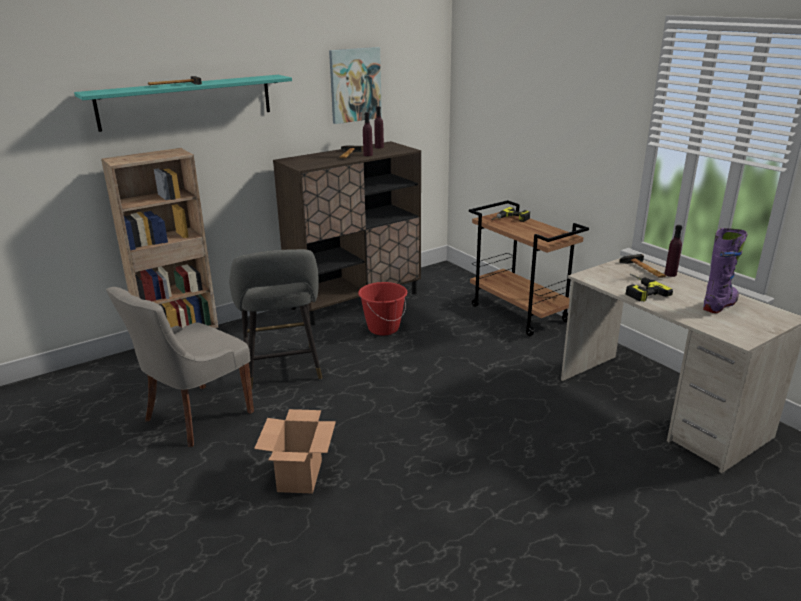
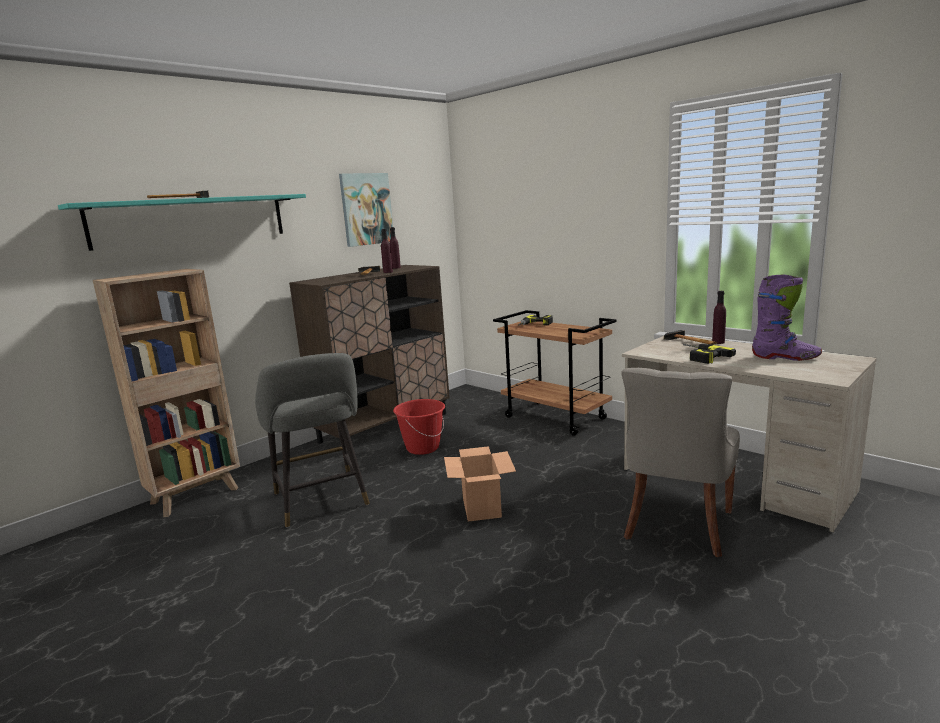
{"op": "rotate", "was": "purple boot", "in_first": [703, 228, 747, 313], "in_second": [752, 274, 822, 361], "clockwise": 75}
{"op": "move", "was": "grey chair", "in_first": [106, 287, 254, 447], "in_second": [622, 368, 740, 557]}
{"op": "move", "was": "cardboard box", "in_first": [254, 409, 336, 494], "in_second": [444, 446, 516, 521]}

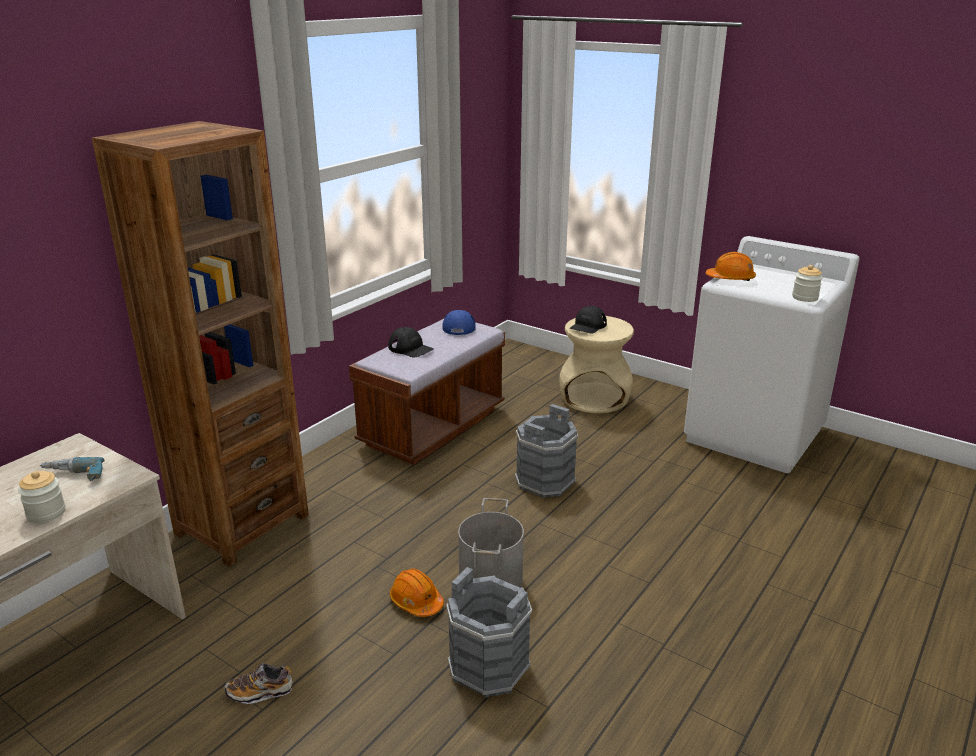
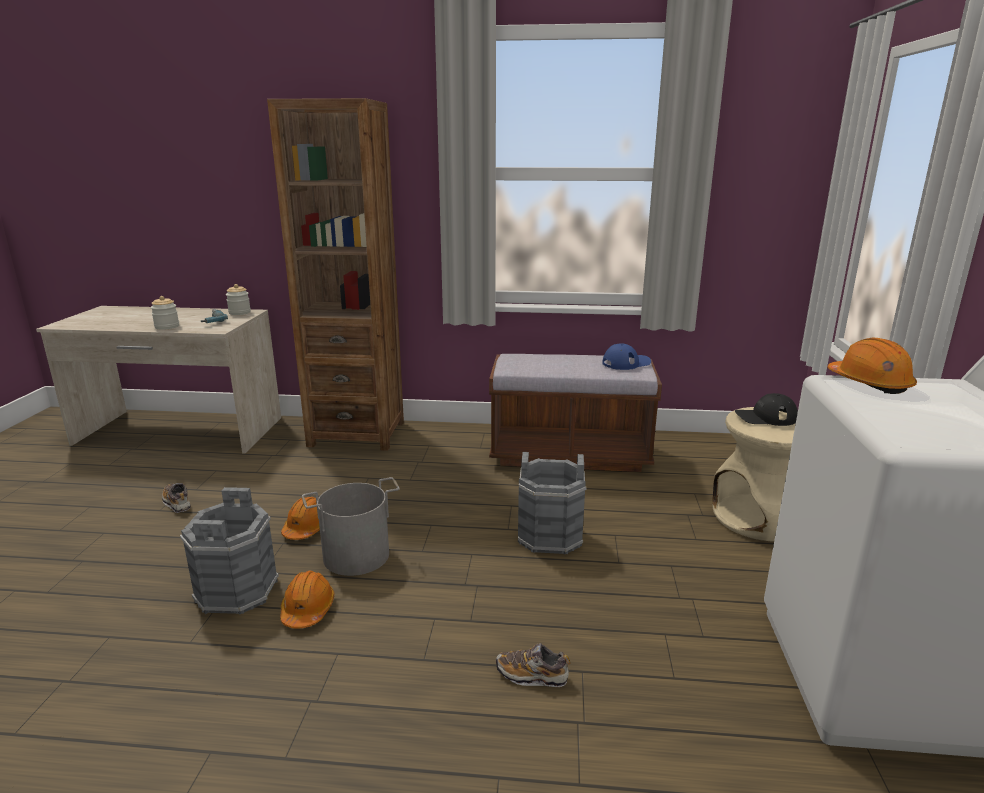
{"op": "move", "was": "jar", "in_first": [792, 265, 823, 302], "in_second": [226, 284, 251, 315]}
{"op": "delete", "was": "black cap", "in_first": [388, 327, 434, 357]}
{"op": "insert", "now": "orange hard hat", "in_second": [280, 571, 334, 628]}
{"op": "insert", "now": "shoe", "in_second": [496, 643, 571, 687]}

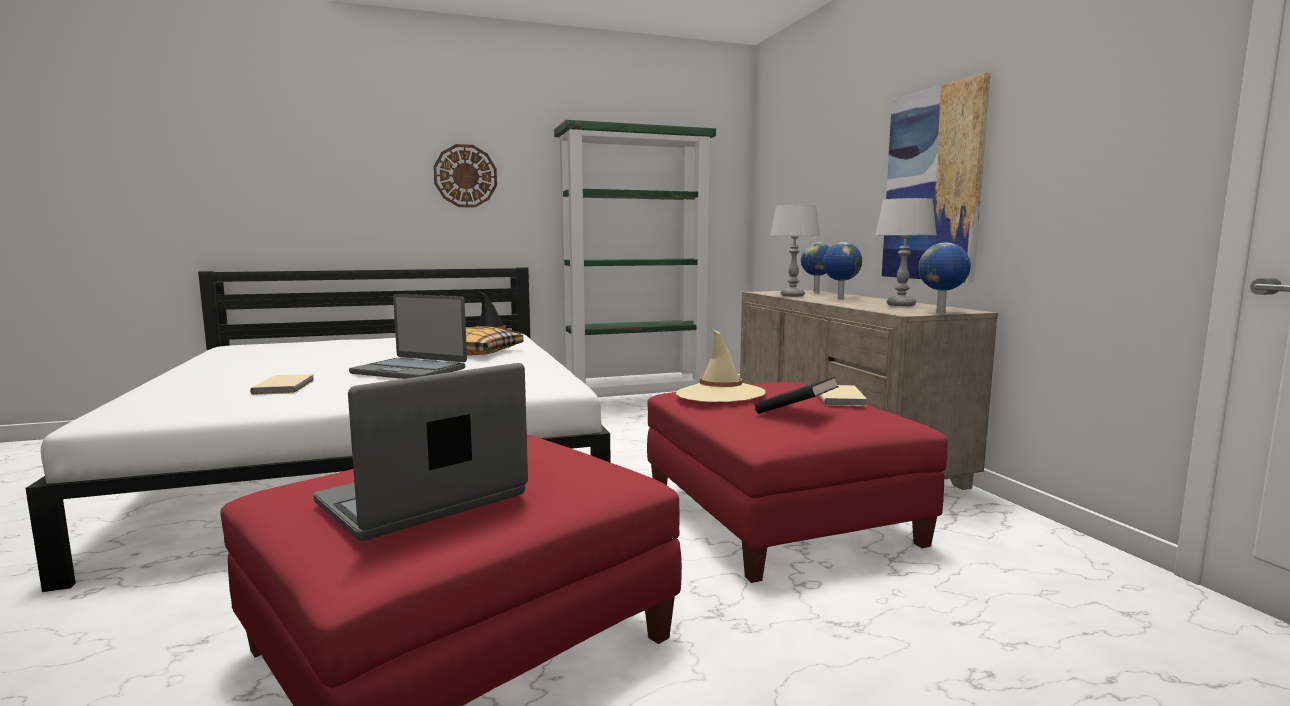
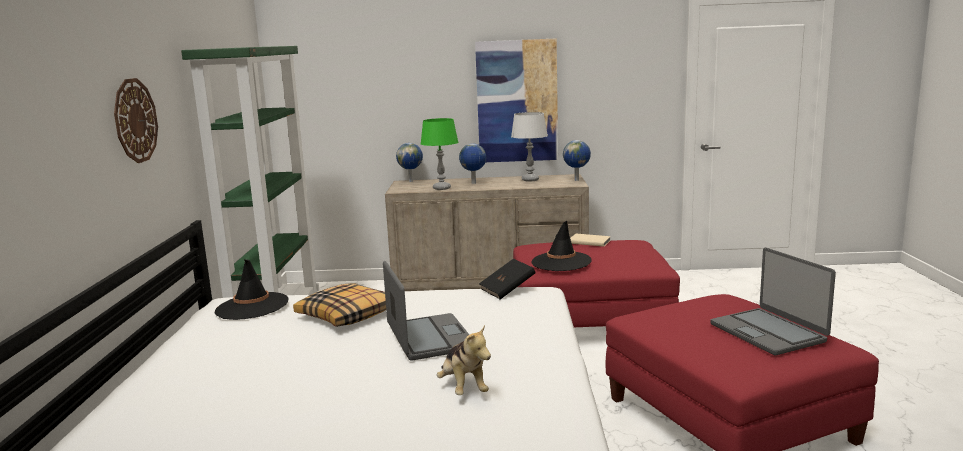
{"op": "recolor", "was": "grey table lamp", "now": "green table lamp", "in_first": [770, 205, 820, 297], "in_second": [421, 118, 458, 190]}
{"op": "rotate", "was": "laptop", "in_first": [349, 294, 467, 379], "in_second": [383, 261, 469, 361], "clockwise": -60}
{"op": "recolor", "was": "beige hat", "now": "black hat", "in_first": [676, 329, 765, 402], "in_second": [531, 221, 592, 271]}
{"op": "replace", "was": "beige book", "now": "plush toy", "in_first": [250, 374, 315, 395], "in_second": [437, 325, 491, 395]}
{"op": "move", "was": "black book", "in_first": [755, 377, 839, 414], "in_second": [479, 259, 536, 300]}

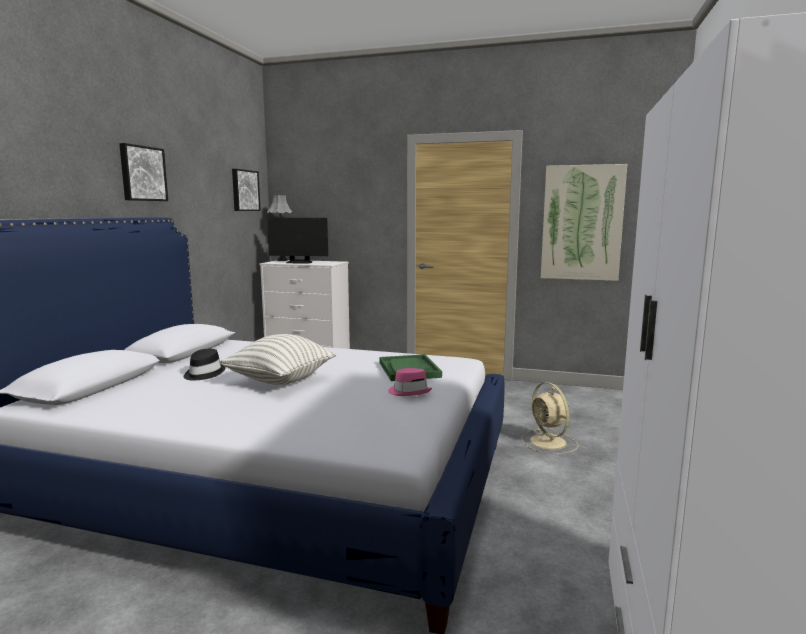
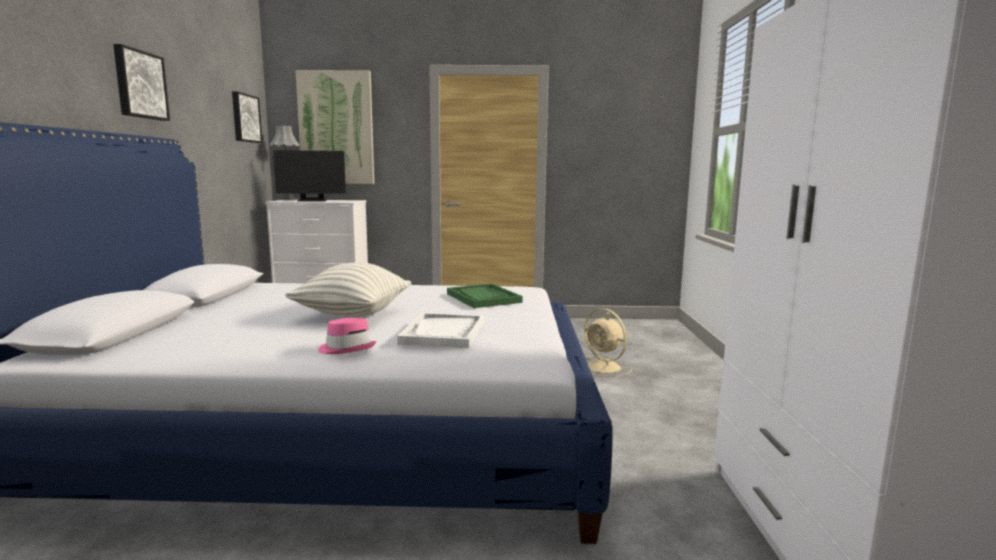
{"op": "move", "was": "picture", "in_first": [541, 164, 627, 281], "in_second": [295, 70, 374, 184]}
{"op": "delete", "was": "black hat", "in_first": [184, 349, 226, 380]}
{"op": "move", "was": "pink hat", "in_first": [388, 368, 432, 396], "in_second": [318, 318, 377, 354]}
{"op": "insert", "now": "white tray", "in_second": [397, 313, 484, 348]}

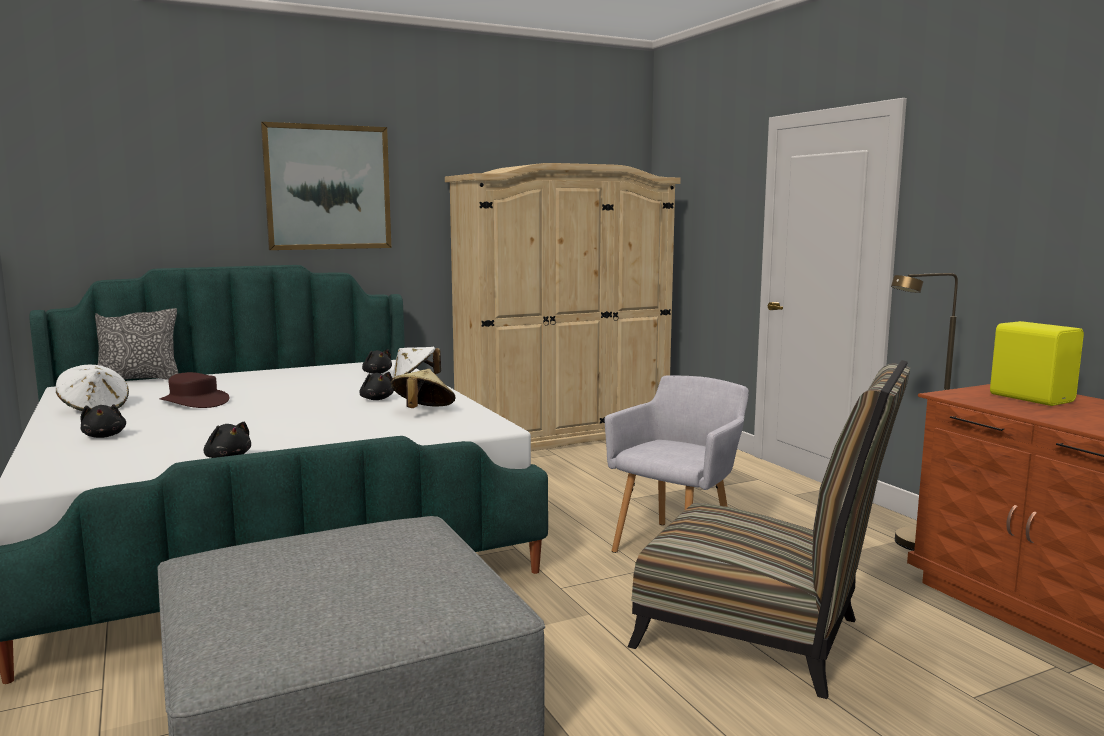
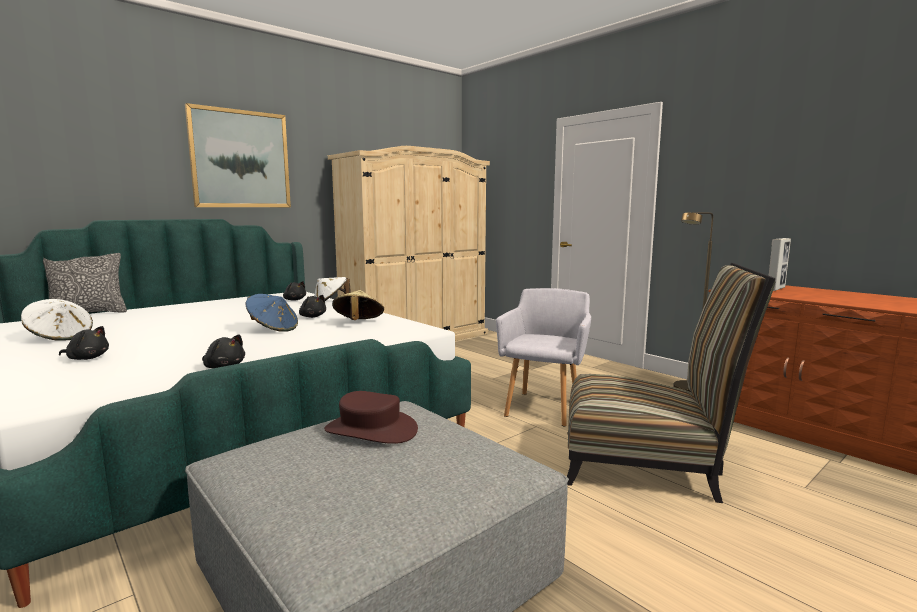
{"op": "replace", "was": "yellow speaker", "now": "picture frame", "in_first": [990, 321, 1084, 406], "in_second": [769, 238, 791, 291]}
{"op": "move", "was": "brown hat", "in_first": [160, 372, 229, 408], "in_second": [324, 391, 418, 444]}
{"op": "rotate", "was": "black plush toy", "in_first": [80, 404, 126, 438], "in_second": [59, 326, 109, 360], "clockwise": -45}
{"op": "insert", "now": "blue hat", "in_second": [245, 294, 298, 332]}

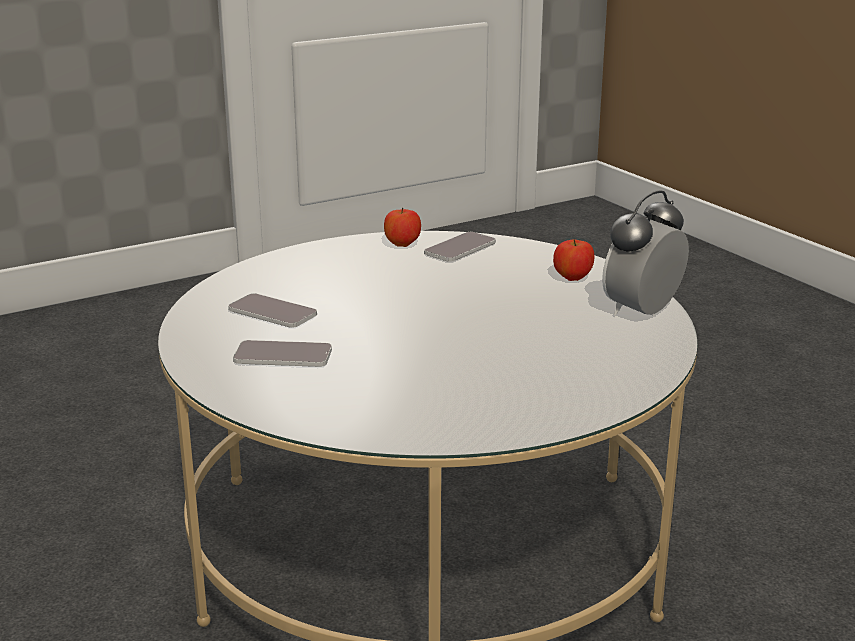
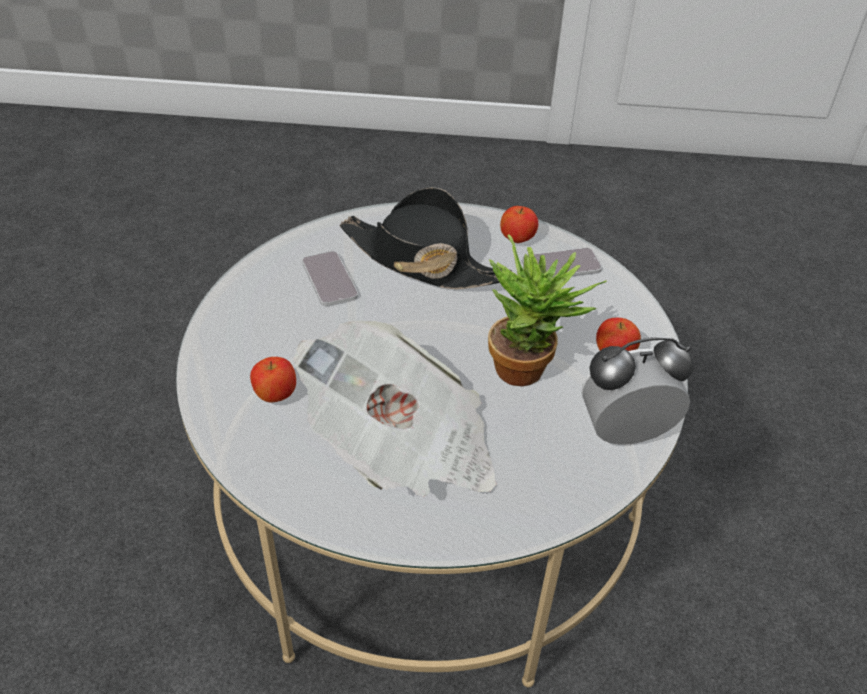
{"op": "delete", "was": "phone", "in_first": [233, 340, 332, 367]}
{"op": "insert", "now": "black hat", "in_second": [339, 187, 512, 289]}
{"op": "insert", "now": "potted plant", "in_second": [488, 234, 607, 386]}
{"op": "insert", "now": "newspaper", "in_second": [294, 321, 497, 497]}
{"op": "insert", "now": "apple", "in_second": [250, 357, 296, 402]}

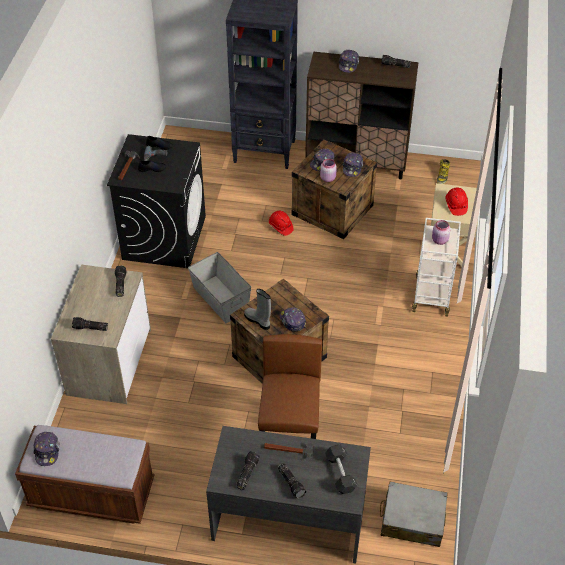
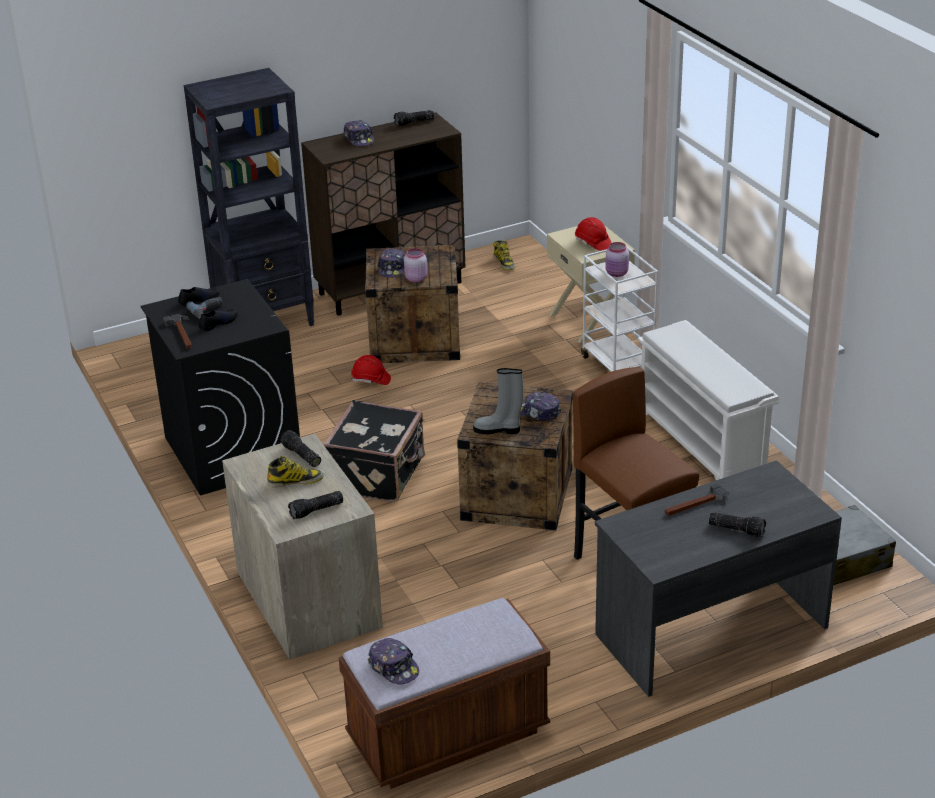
{"op": "delete", "was": "cap", "in_first": [343, 153, 363, 177]}
{"op": "replace", "was": "grey storage box", "now": "black suitcase", "in_first": [188, 252, 251, 323], "in_second": [323, 400, 425, 502]}
{"op": "delete", "was": "black dumbbell", "in_first": [325, 445, 358, 494]}
{"op": "delete", "was": "flashlight", "in_first": [236, 451, 260, 490]}
{"op": "insert", "now": "white shoe rack", "in_second": [638, 320, 779, 480]}
{"op": "insert", "now": "boot", "in_second": [267, 456, 324, 488]}

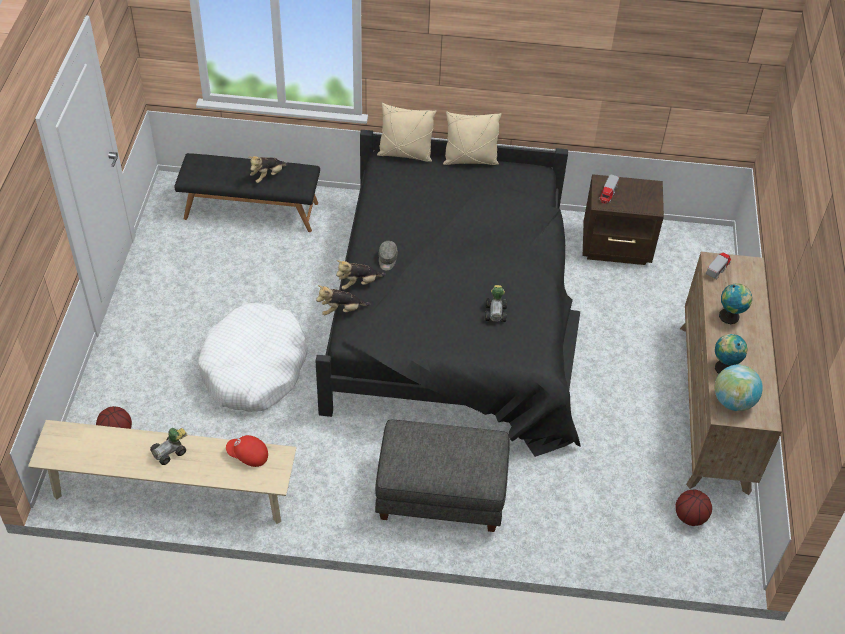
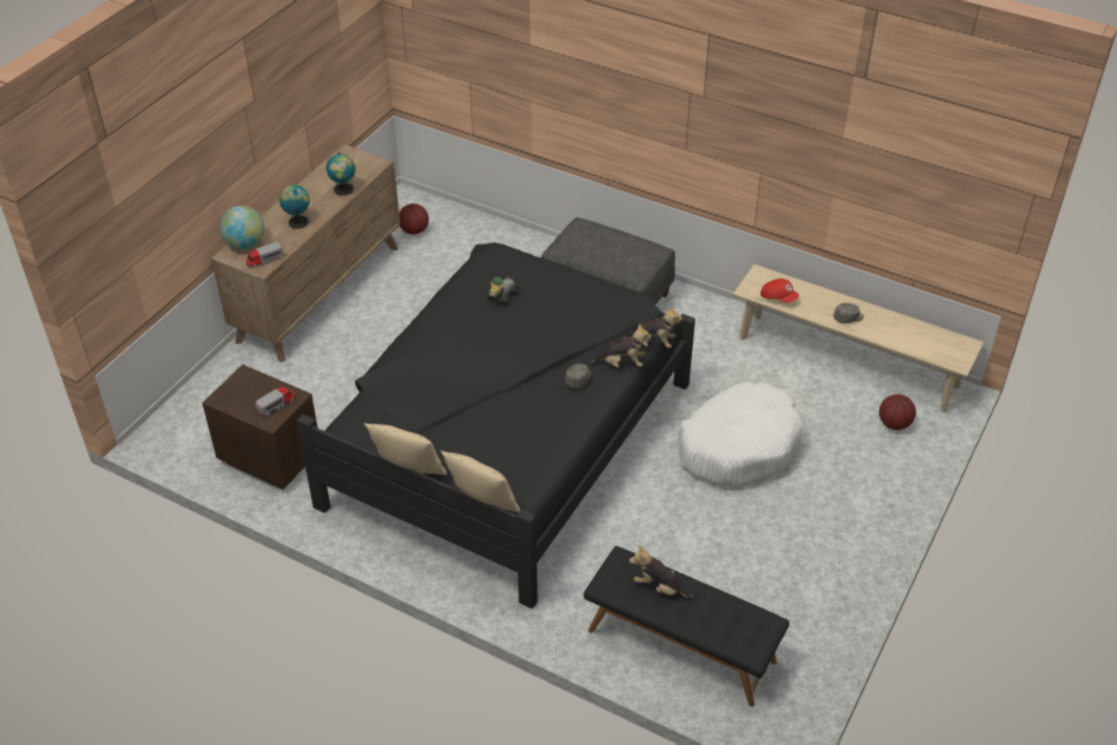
{"op": "rotate", "was": "plush toy", "in_first": [249, 156, 288, 183], "in_second": [629, 545, 695, 600], "clockwise": -135}
{"op": "move", "was": "globe", "in_first": [714, 365, 763, 411], "in_second": [220, 206, 264, 250]}
{"op": "replace", "was": "toy car", "now": "grey cap", "in_first": [150, 428, 187, 465], "in_second": [834, 303, 864, 324]}

